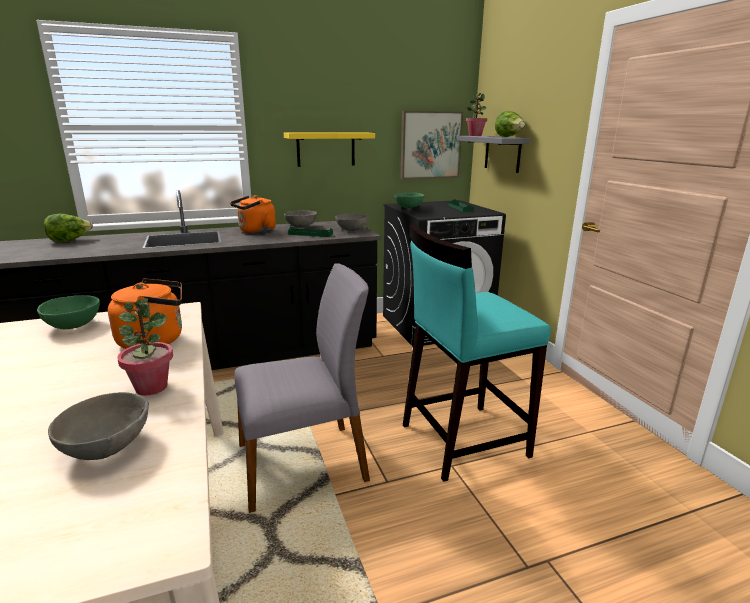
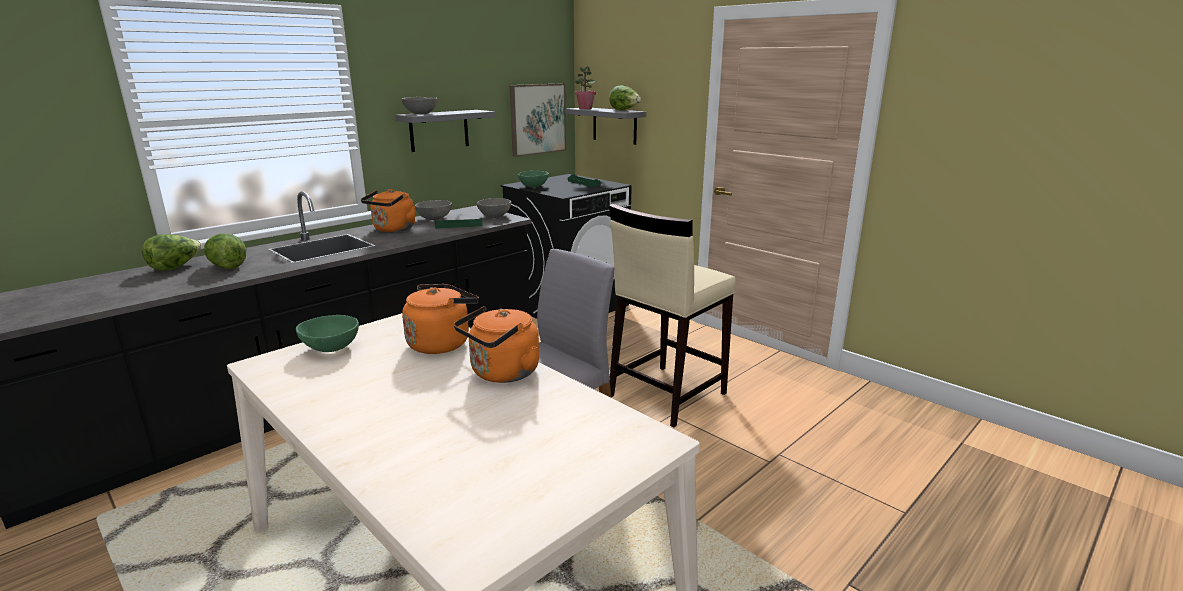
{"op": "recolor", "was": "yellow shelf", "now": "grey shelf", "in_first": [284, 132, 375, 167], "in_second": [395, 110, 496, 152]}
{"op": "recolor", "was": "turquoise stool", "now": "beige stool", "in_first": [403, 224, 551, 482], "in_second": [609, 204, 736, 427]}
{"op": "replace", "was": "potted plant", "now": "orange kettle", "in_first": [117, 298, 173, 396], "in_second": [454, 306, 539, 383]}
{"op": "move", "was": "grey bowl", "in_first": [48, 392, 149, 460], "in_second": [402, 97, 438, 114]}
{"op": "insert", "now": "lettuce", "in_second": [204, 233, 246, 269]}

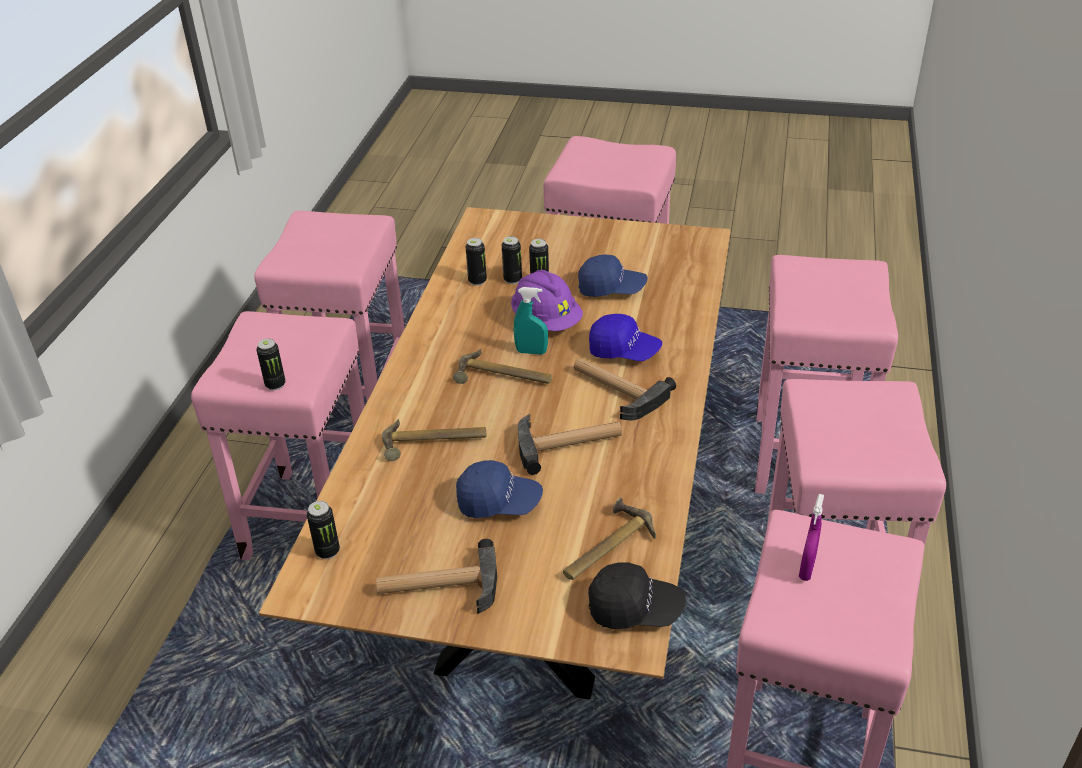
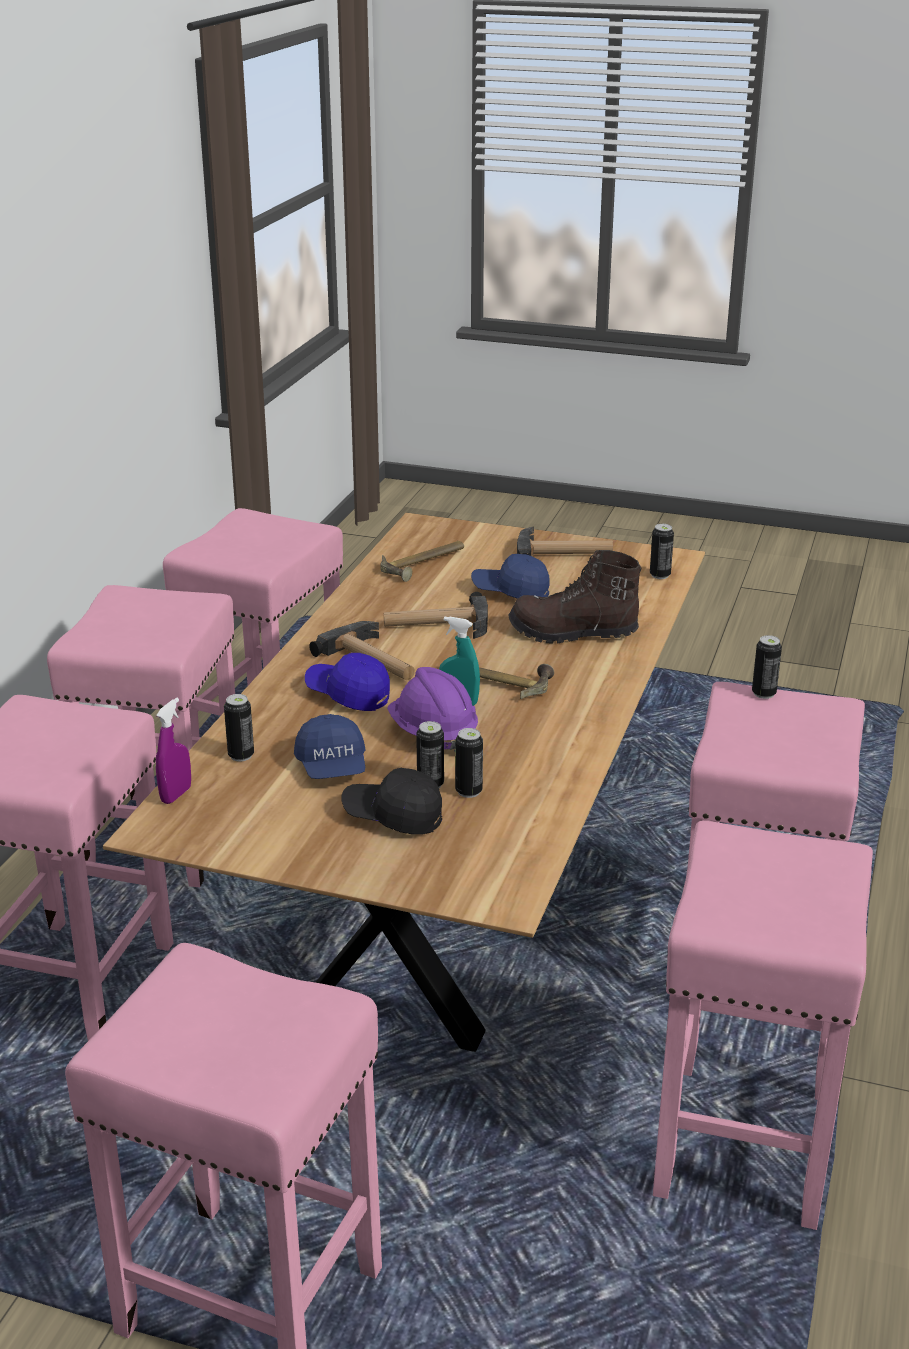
{"op": "move", "was": "can", "in_first": [465, 238, 487, 286], "in_second": [224, 694, 254, 761]}
{"op": "rotate", "was": "blue cap", "in_first": [578, 254, 648, 297], "in_second": [294, 714, 366, 779], "clockwise": -120}
{"op": "replace", "was": "hammer", "now": "brown boot", "in_first": [382, 419, 486, 461], "in_second": [508, 550, 641, 643]}
{"op": "move", "was": "purple spray bottle", "in_first": [799, 494, 824, 581], "in_second": [156, 698, 191, 804]}
{"op": "move", "was": "black cap", "in_first": [588, 562, 686, 629], "in_second": [342, 768, 442, 834]}

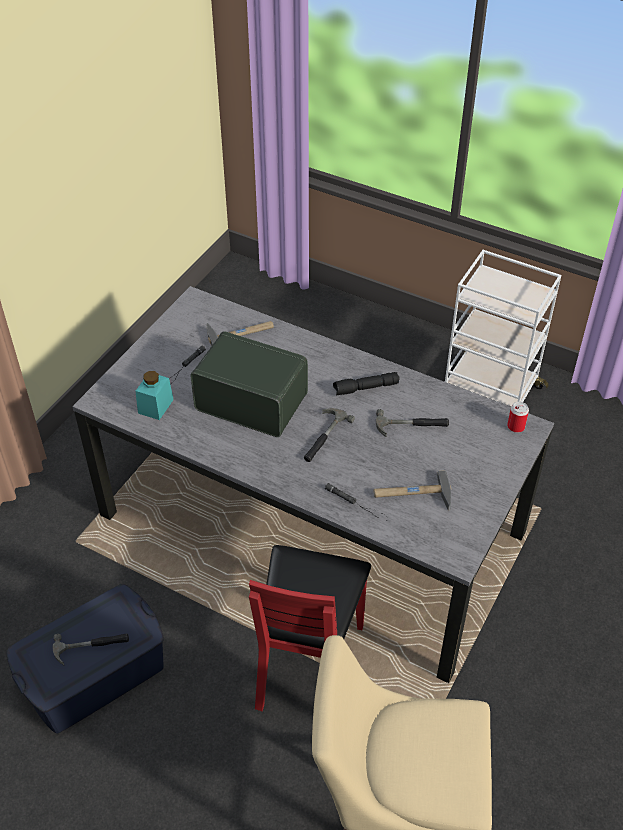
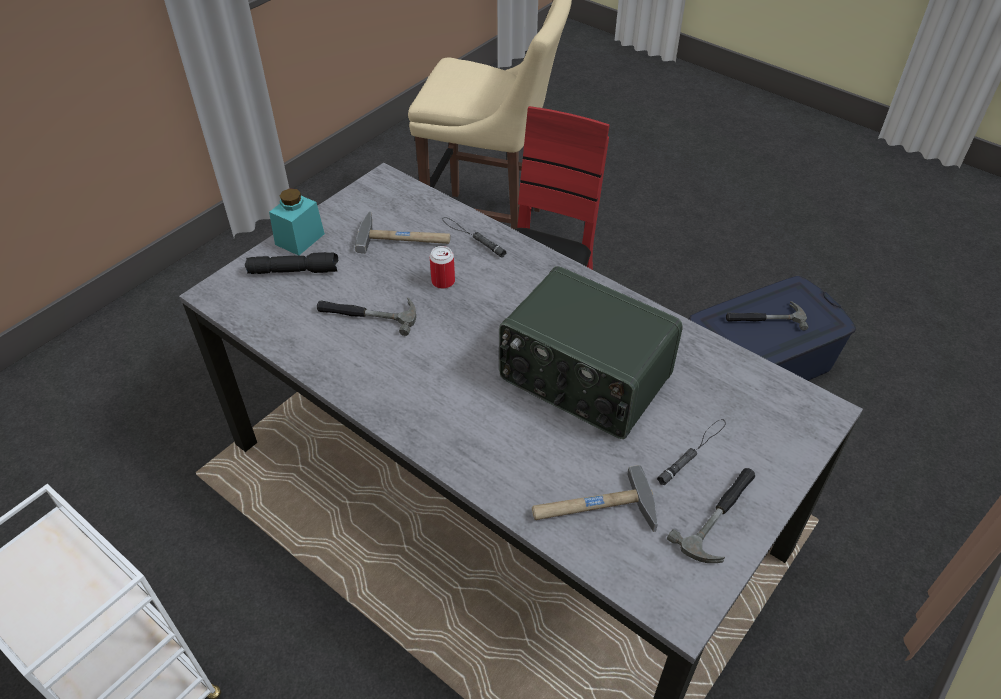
{"op": "move", "was": "turquoise jar", "in_first": [136, 371, 174, 420], "in_second": [269, 188, 325, 255]}
{"op": "move", "was": "black flashlight", "in_first": [333, 372, 400, 396], "in_second": [245, 252, 338, 274]}
{"op": "move", "was": "can", "in_first": [507, 402, 529, 433], "in_second": [430, 246, 455, 289]}
{"op": "move", "was": "hammer", "in_first": [304, 408, 355, 462], "in_second": [667, 468, 755, 563]}

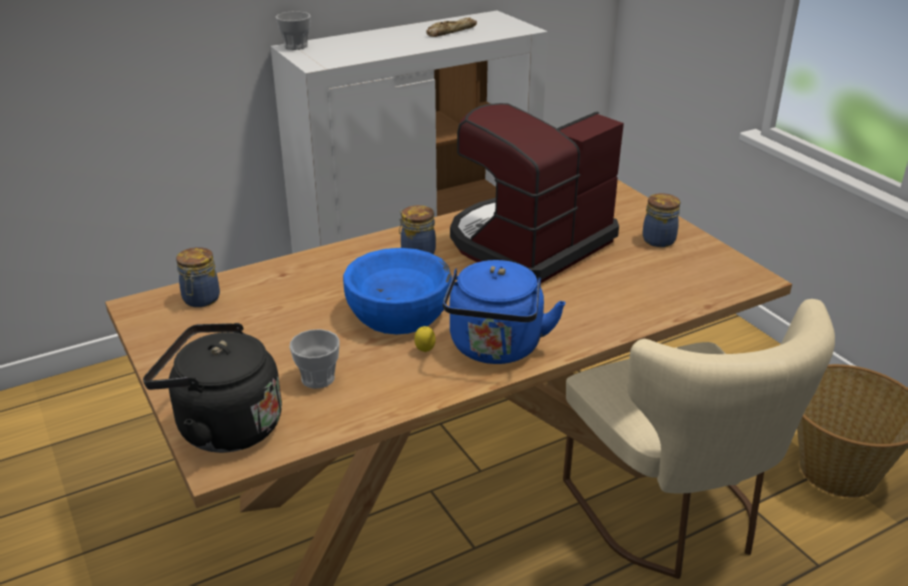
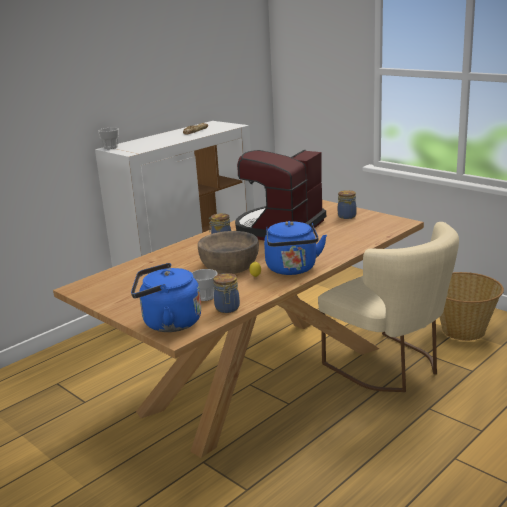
{"op": "move", "was": "jar", "in_first": [176, 247, 220, 307], "in_second": [213, 273, 240, 313]}
{"op": "recolor", "was": "blue bowl", "now": "brown bowl", "in_first": [343, 248, 452, 335], "in_second": [198, 231, 259, 274]}
{"op": "recolor", "was": "black kettle", "now": "blue kettle", "in_first": [143, 323, 282, 453], "in_second": [131, 263, 201, 332]}

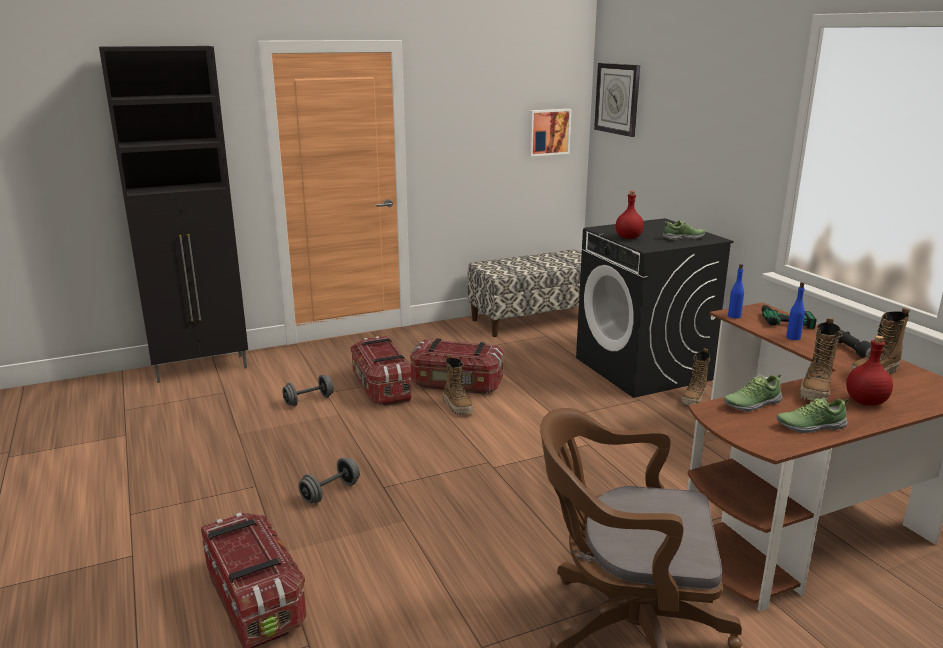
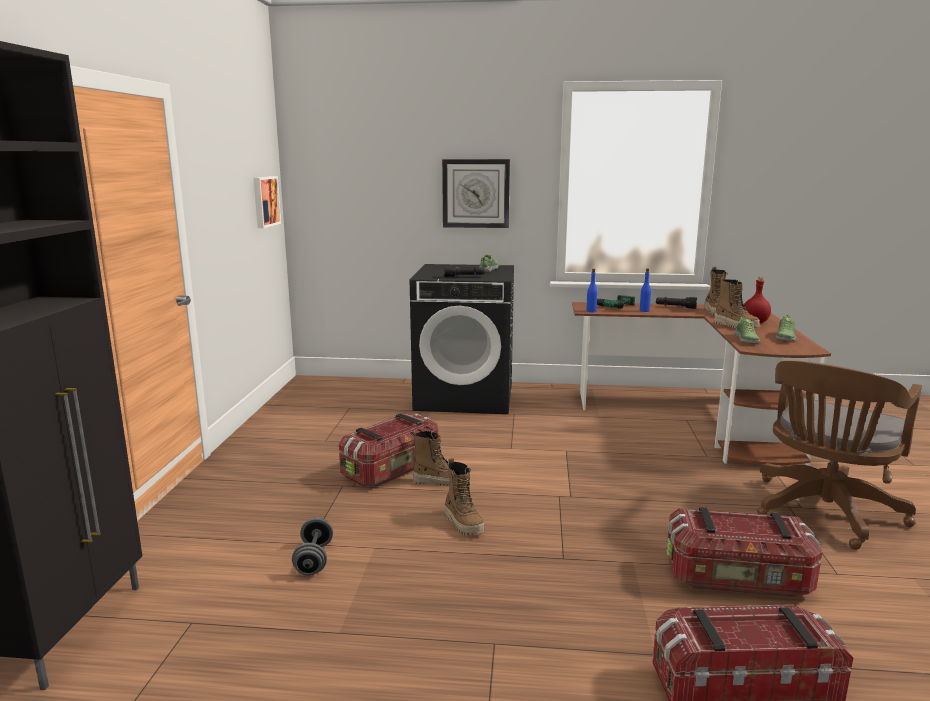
{"op": "move", "was": "wall clock", "in_first": [594, 63, 640, 137], "in_second": [442, 159, 510, 228]}
{"op": "replace", "was": "red bottle", "now": "black flashlight", "in_first": [616, 191, 644, 239], "in_second": [444, 265, 485, 277]}
{"op": "delete", "was": "bench", "in_first": [468, 250, 582, 337]}
{"op": "move", "was": "storage box", "in_first": [350, 336, 412, 406], "in_second": [666, 507, 823, 597]}
{"op": "move", "was": "boot", "in_first": [681, 348, 710, 405], "in_second": [444, 458, 485, 535]}
{"op": "delete", "was": "grey dumbbell", "in_first": [298, 457, 360, 503]}

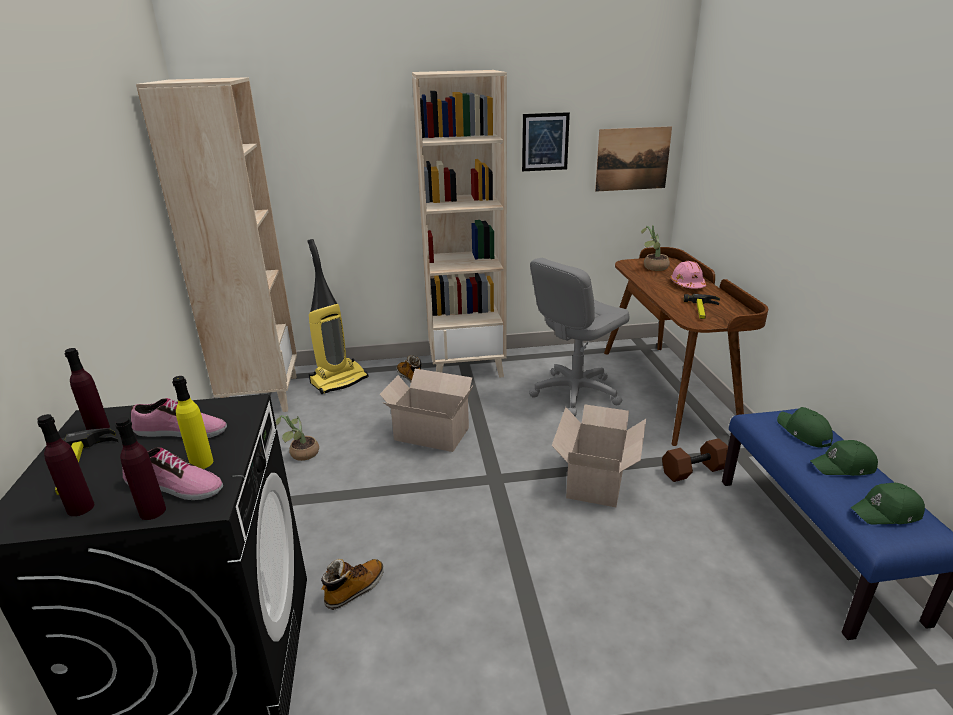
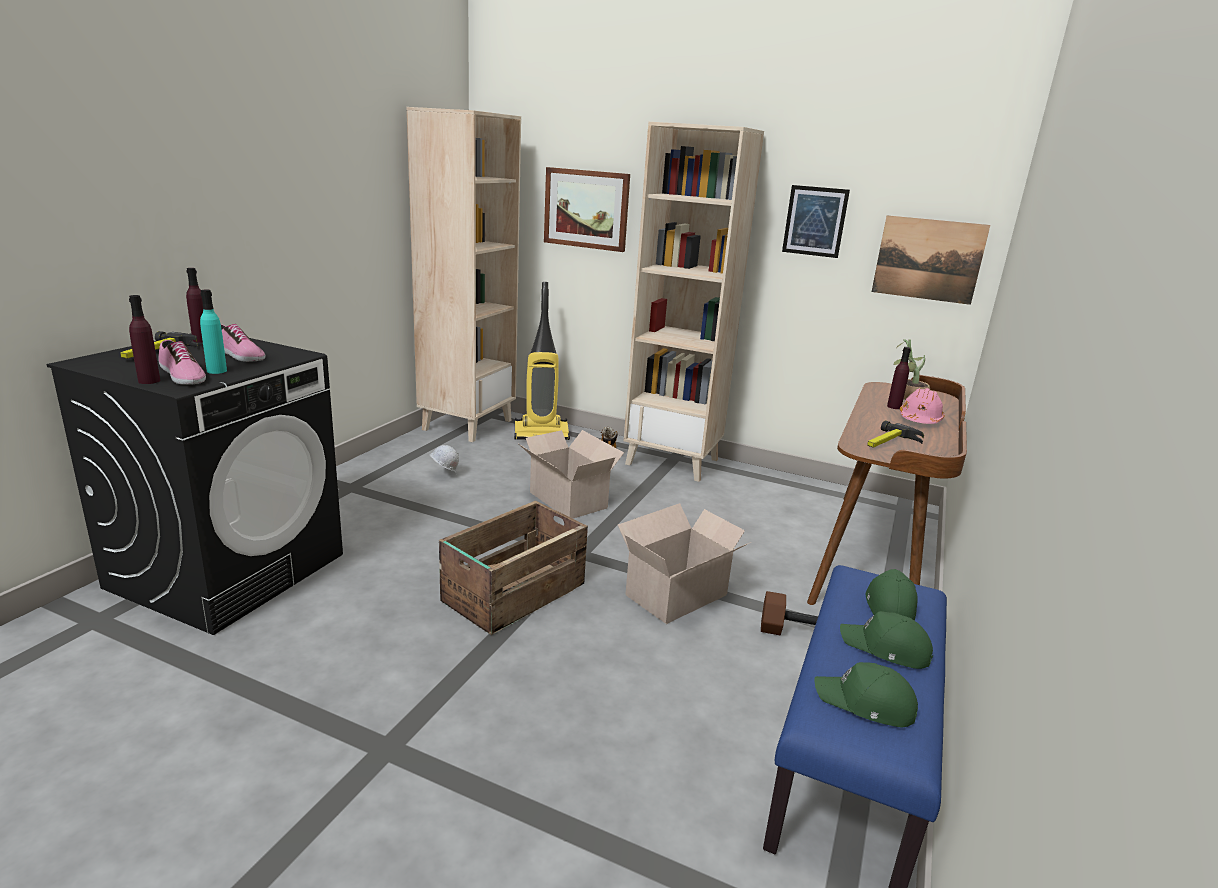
{"op": "delete", "was": "grey office chair", "in_first": [529, 258, 630, 416]}
{"op": "recolor", "was": "yellow bottle", "now": "turquoise bottle", "in_first": [172, 376, 213, 469], "in_second": [200, 290, 227, 374]}
{"op": "move", "was": "purple bottle", "in_first": [37, 414, 95, 516], "in_second": [887, 347, 911, 409]}
{"op": "replace", "was": "potted plant", "now": "white hard hat", "in_first": [276, 415, 319, 461], "in_second": [430, 445, 459, 473]}
{"op": "delete", "was": "boot", "in_first": [321, 559, 384, 610]}
{"op": "insert", "now": "picture", "in_second": [544, 167, 630, 252]}
{"op": "insert", "now": "crate", "in_second": [439, 501, 588, 635]}

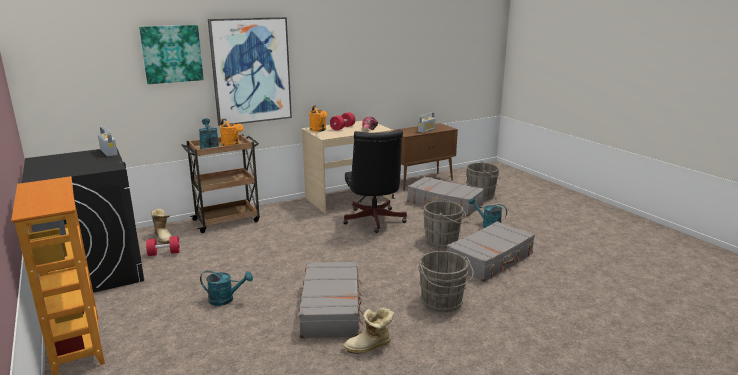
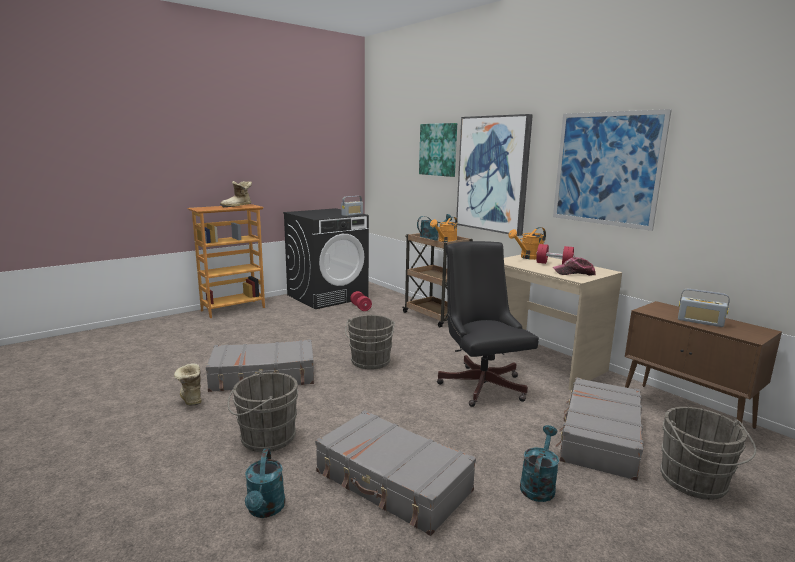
{"op": "rotate", "was": "black office chair", "in_first": [343, 130, 407, 233], "in_second": [437, 241, 539, 407], "clockwise": 90}
{"op": "move", "was": "grey bucket", "in_first": [423, 199, 467, 248], "in_second": [345, 315, 395, 370]}
{"op": "move", "was": "boot", "in_first": [151, 209, 173, 244], "in_second": [220, 181, 252, 207]}
{"op": "move", "was": "turquoise watering can", "in_first": [200, 270, 253, 306], "in_second": [245, 449, 285, 518]}
{"op": "insert", "now": "picture", "in_second": [553, 109, 672, 231]}

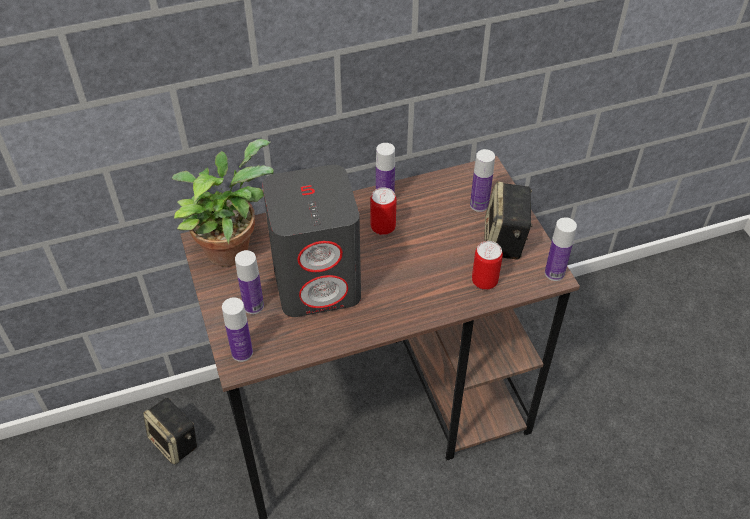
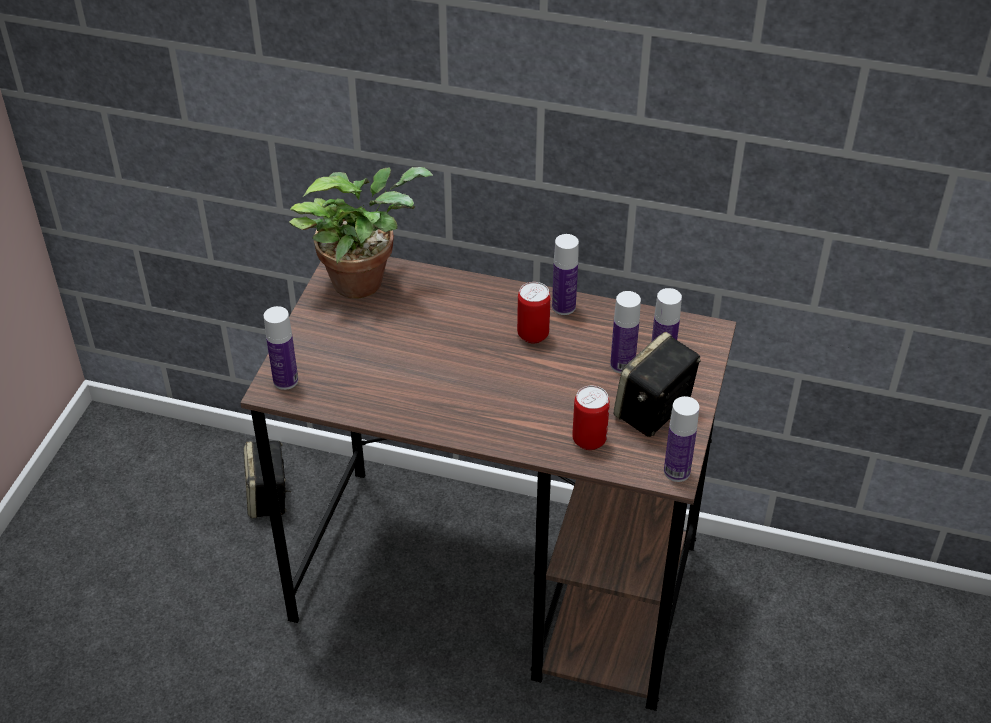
{"op": "delete", "was": "grey speaker", "in_first": [262, 165, 361, 317]}
{"op": "move", "was": "bottle", "in_first": [235, 250, 264, 314], "in_second": [610, 291, 641, 374]}

